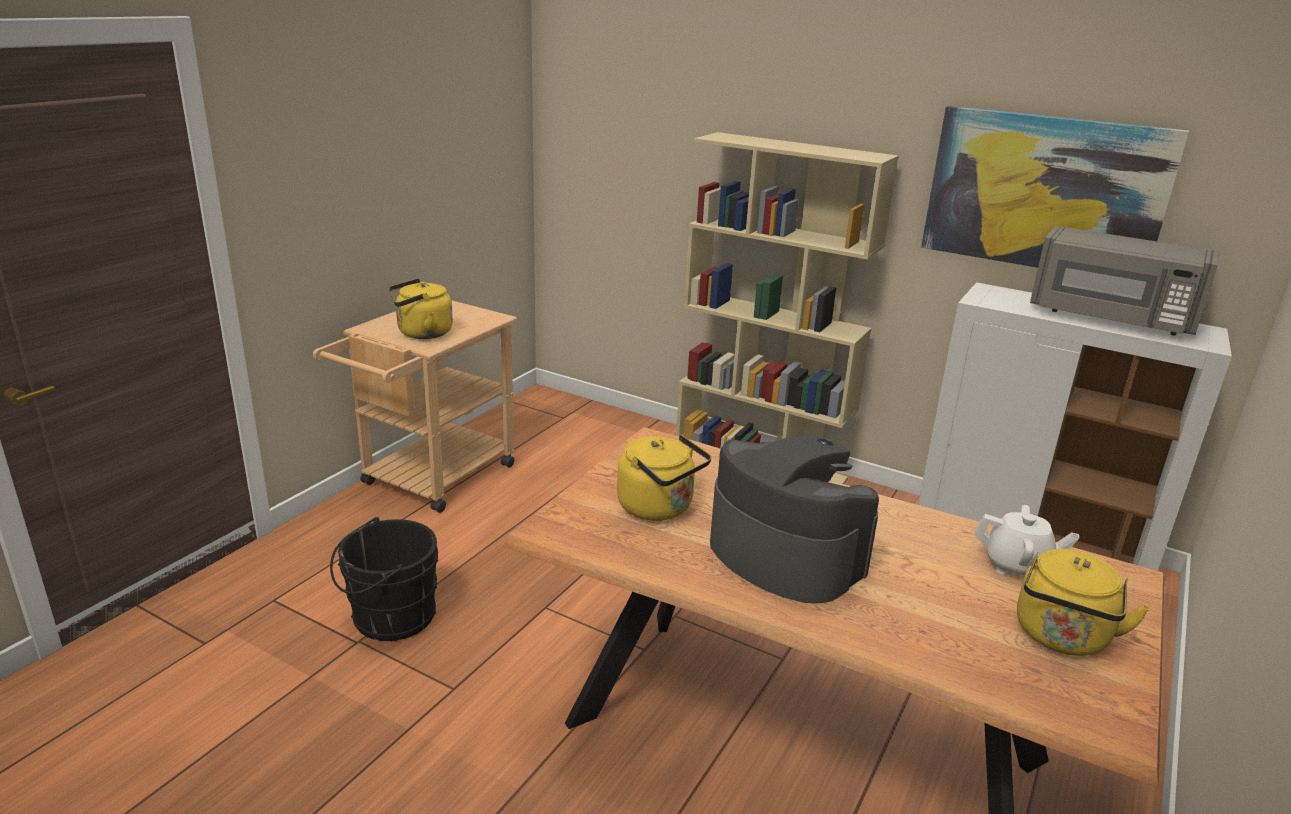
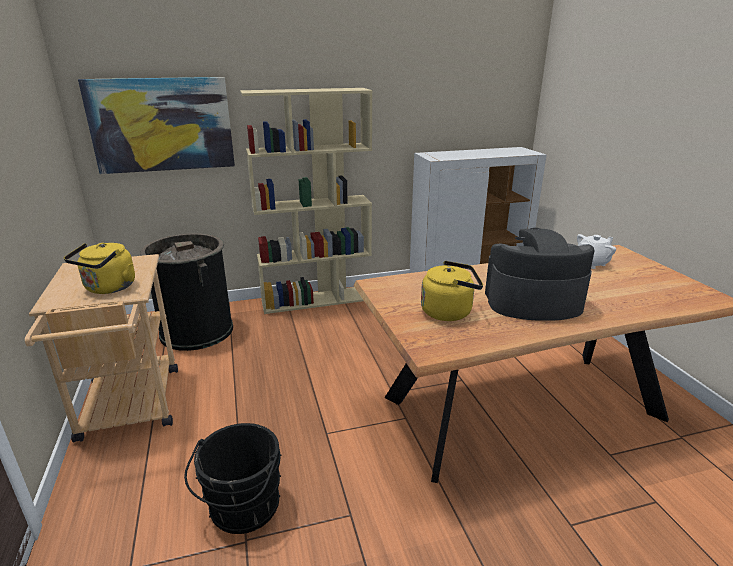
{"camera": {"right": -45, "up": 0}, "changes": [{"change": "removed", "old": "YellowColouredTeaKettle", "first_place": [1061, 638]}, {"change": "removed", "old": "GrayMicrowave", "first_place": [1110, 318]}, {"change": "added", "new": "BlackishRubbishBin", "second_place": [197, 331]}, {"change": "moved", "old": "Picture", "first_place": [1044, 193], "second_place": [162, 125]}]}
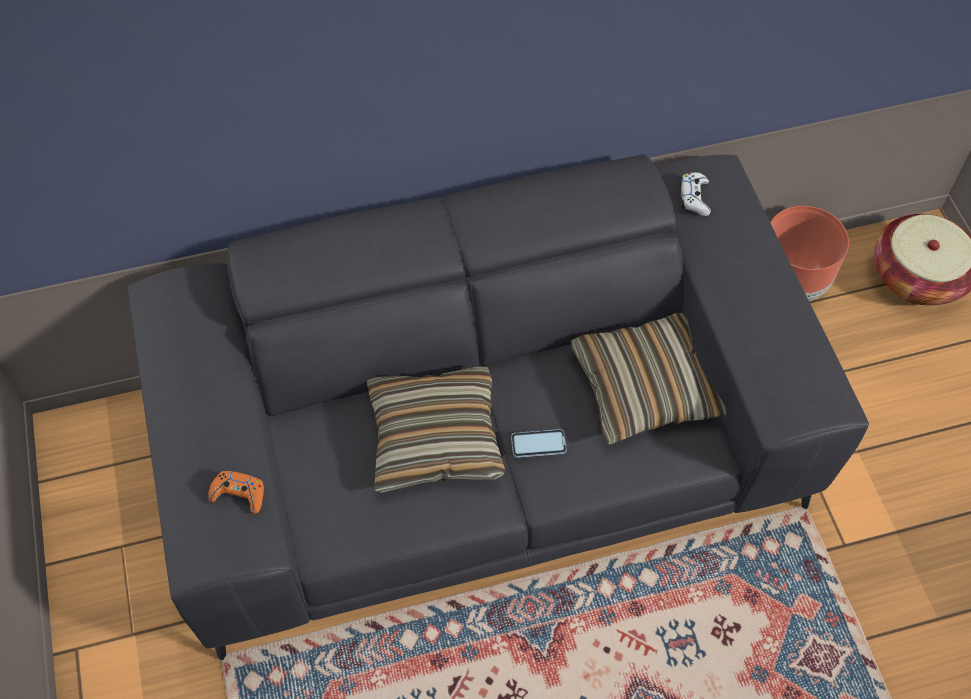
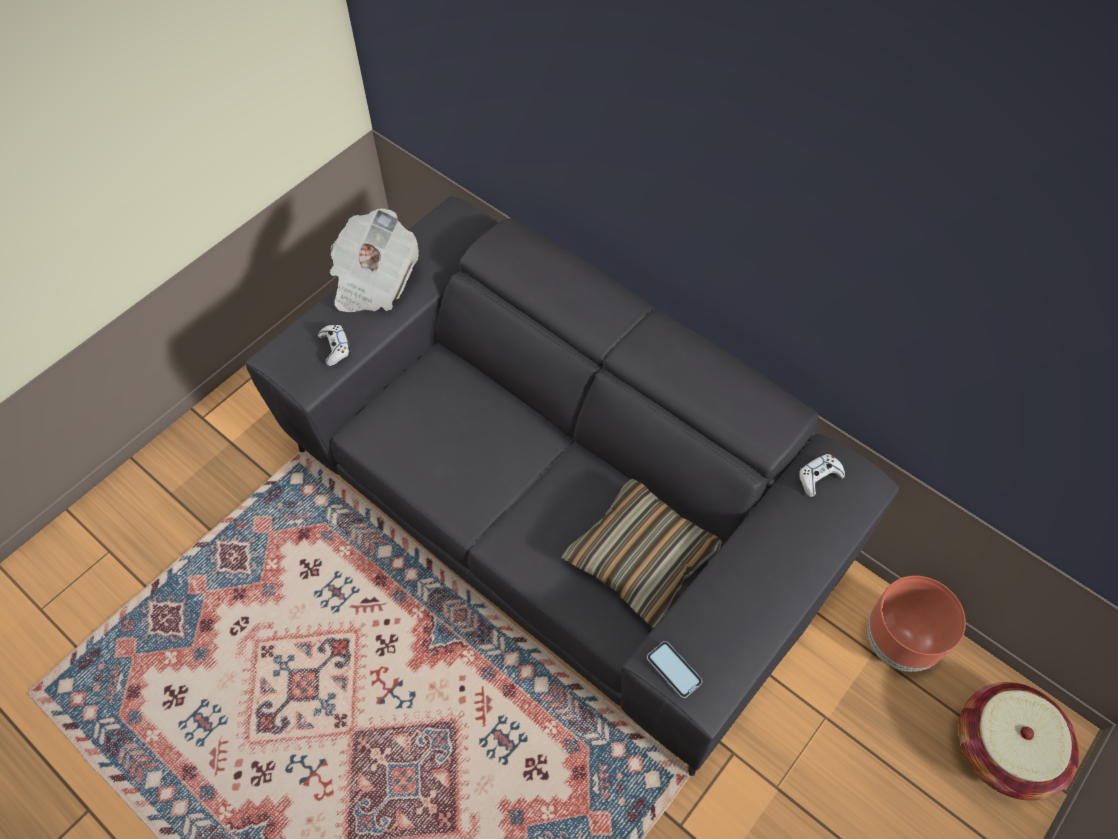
{"camera": {"right": 55, "up": 0}, "changes": [{"change": "removed", "old": "Cushion", "first_place": [435, 437]}, {"change": "added", "new": "DailyPaper", "second_place": [373, 280]}, {"change": "moved", "old": "Handset", "first_place": [538, 444], "second_place": [674, 670]}, {"change": "recoloured", "old": "OrangeColouredGameController", "new": "WhiteGameController", "first_place": [239, 494], "second_place": [335, 347]}]}
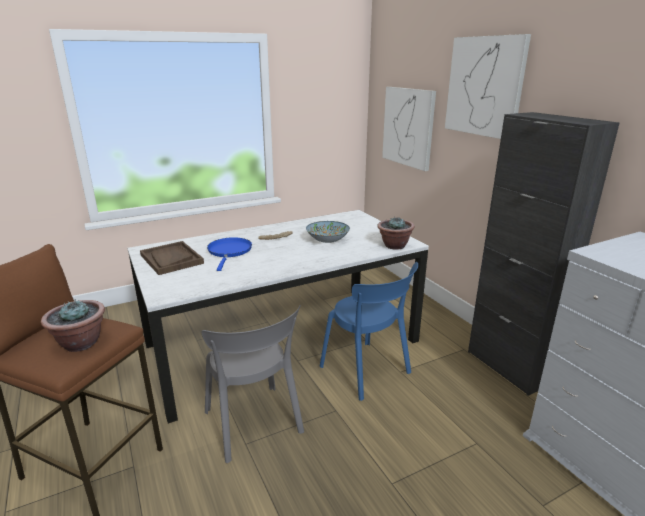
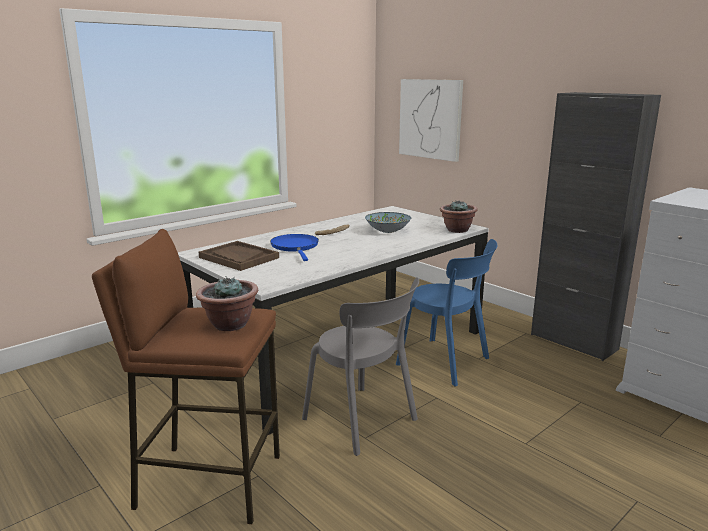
{"camera": {"right": -15, "up": -5}, "changes": [{"change": "removed", "old": "Picture", "first_place": [484, 86]}]}
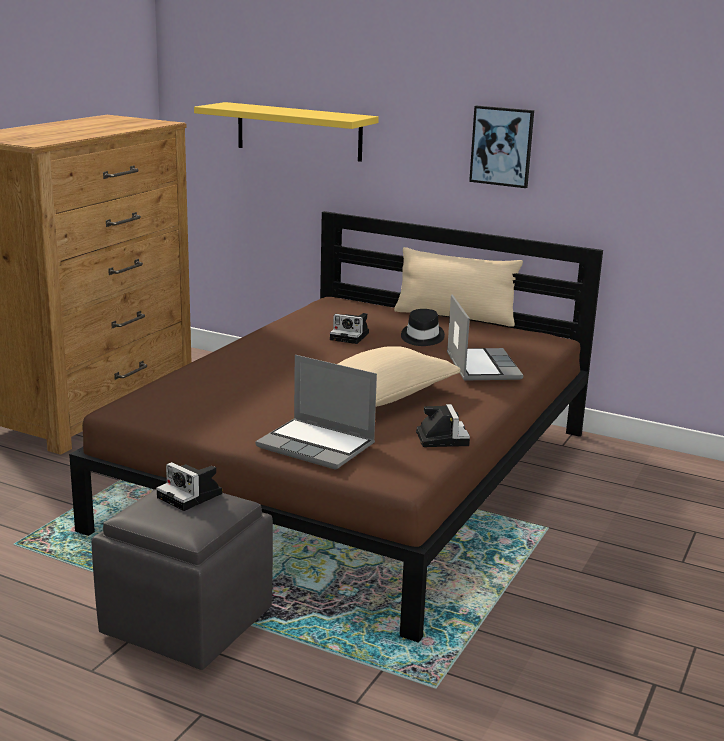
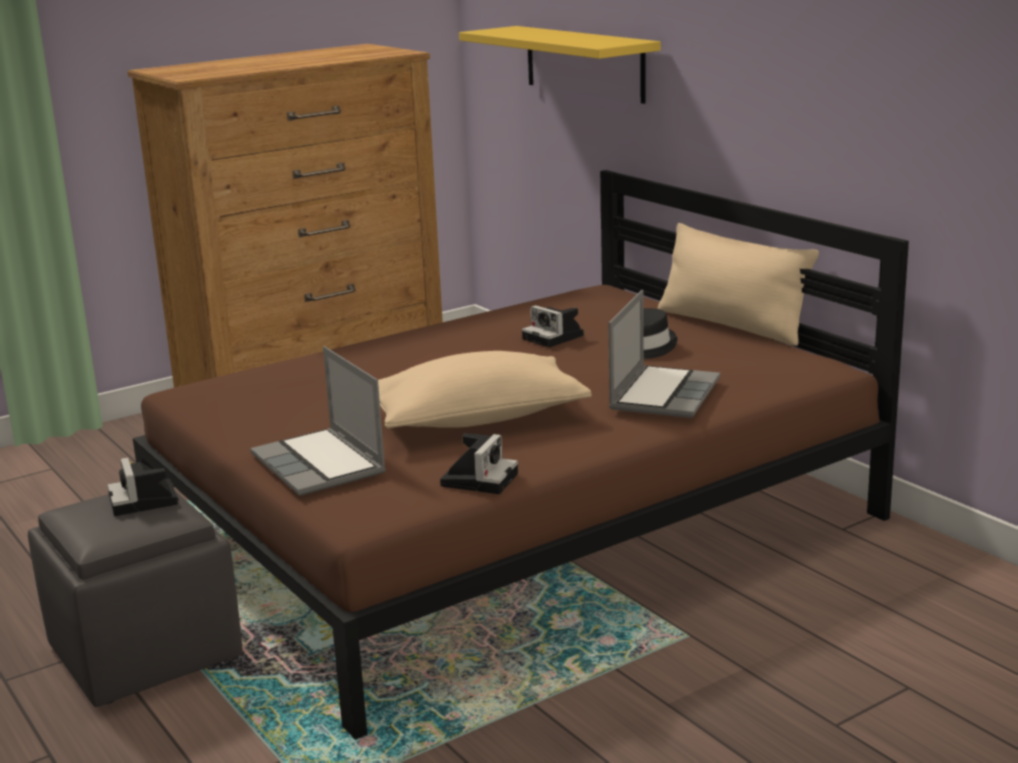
{"camera": {"right": 30, "up": 0}, "changes": [{"change": "removed", "old": "Picture", "first_place": [502, 146]}]}
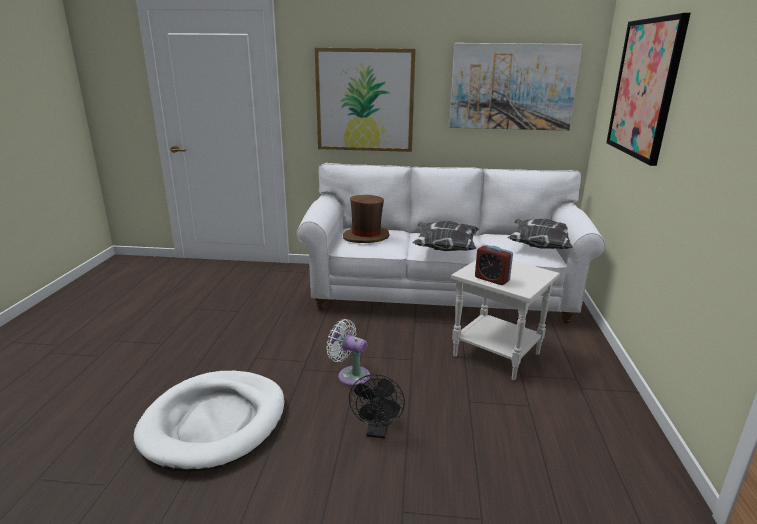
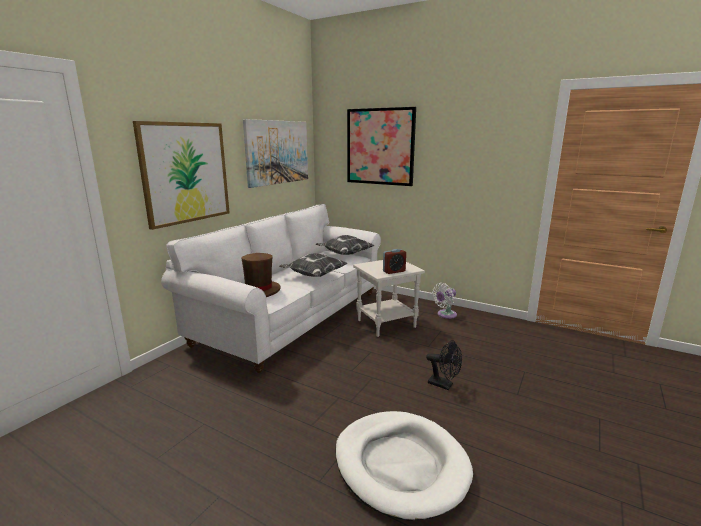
{"camera": {"right": -65, "up": -5}, "changes": [{"change": "moved", "old": "WhiteFan", "first_place": [350, 375], "second_place": [445, 315]}]}
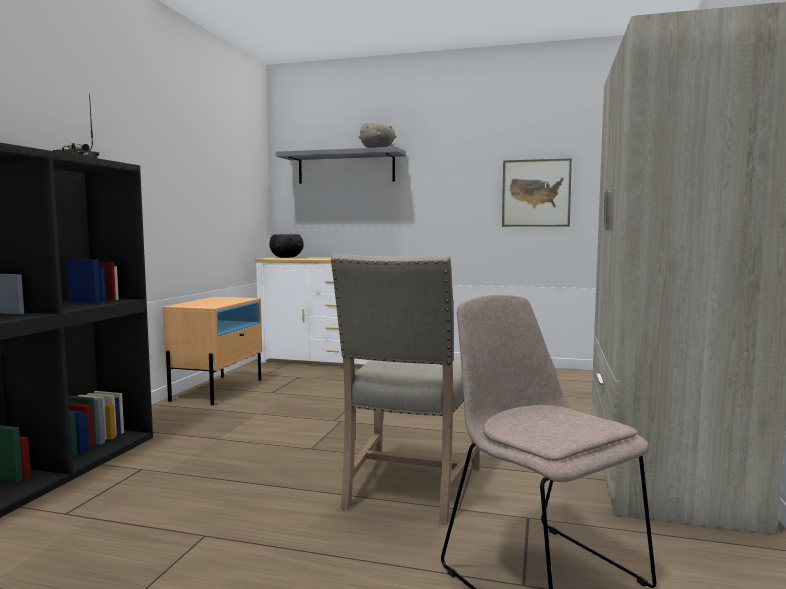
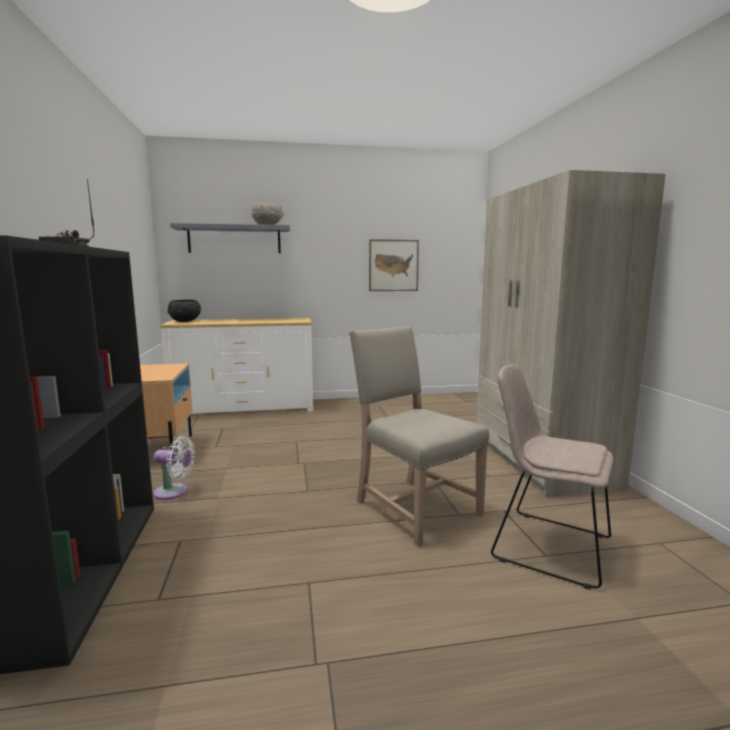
{"camera": {"right": -25, "up": 5}, "changes": [{"change": "added", "new": "WhiteFan", "second_place": [174, 492]}, {"change": "turned", "old": "BeigeChair", "first_place": [409, 488], "second_place": [413, 507], "degrees": 150}]}
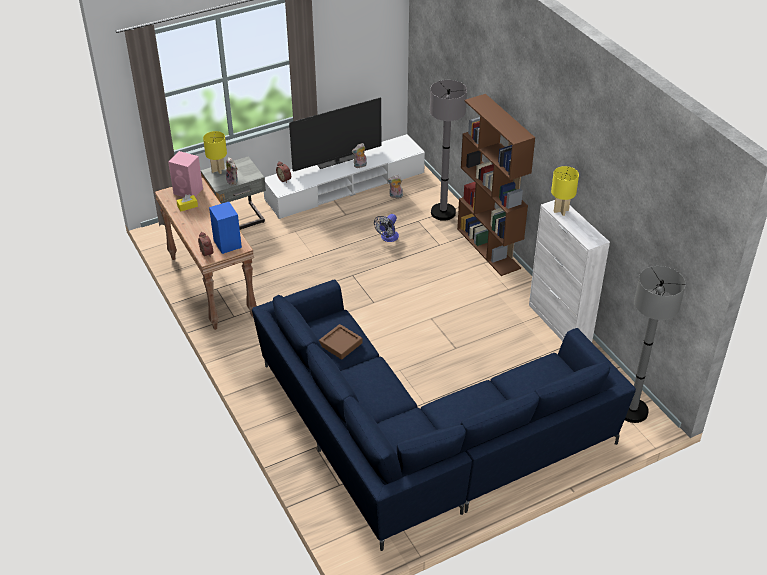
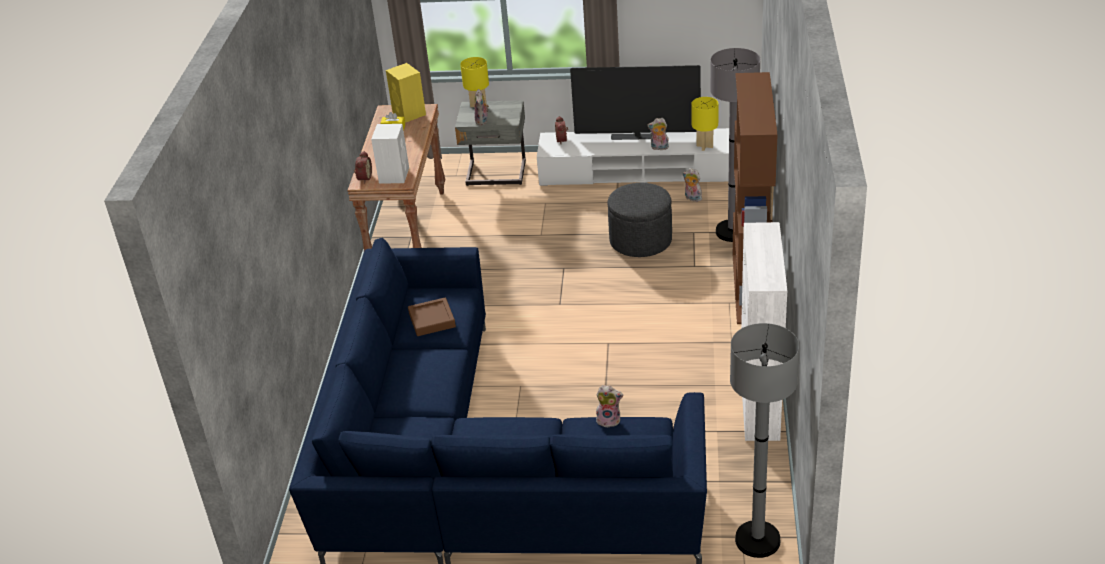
{"camera": {"right": 35, "up": -5}, "changes": [{"change": "added", "new": "CuddlyToy", "second_place": [609, 420]}, {"change": "moved", "old": "YellowColouredLampForATable", "first_place": [560, 211], "second_place": [704, 146]}, {"change": "replaced", "old": "Fan", "new": "GrayOttoman", "first_place": [388, 238], "second_place": [640, 241]}, {"change": "recoloured", "old": "PinkSpeaker", "new": "YellowColouredSpeaker", "first_place": [189, 191], "second_place": [409, 114]}, {"change": "recoloured", "old": "BlueColouredSpeaker", "new": "WhiteSpeaker", "first_place": [227, 243], "second_place": [394, 175]}]}
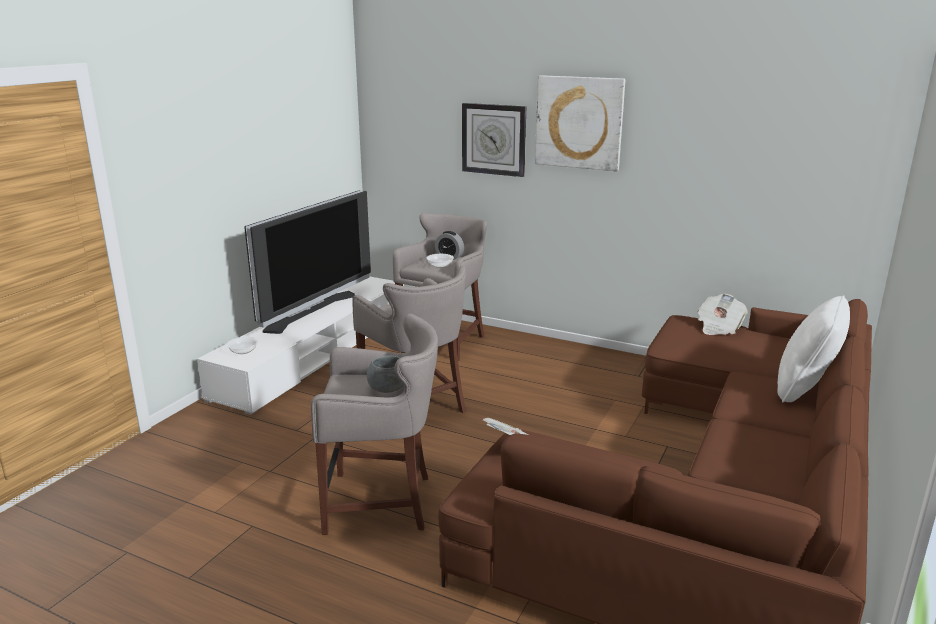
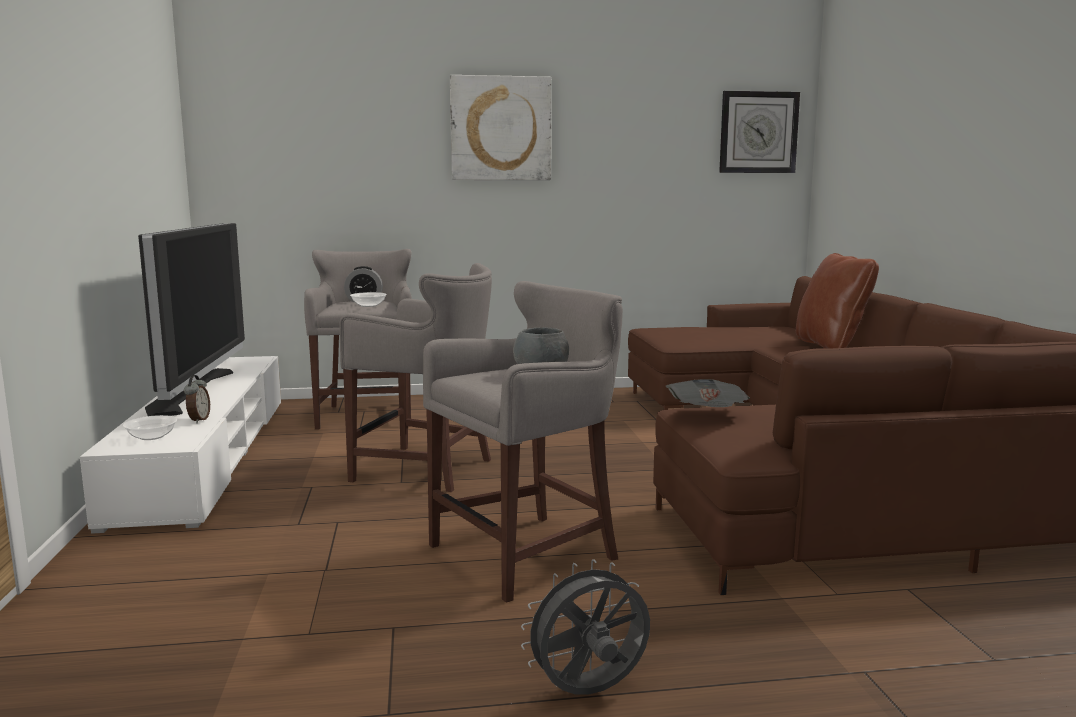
{"camera": {"right": -35, "up": -10}, "changes": [{"change": "removed", "old": "DailyPaper", "first_place": [719, 327]}, {"change": "added", "new": "AlarmClock", "second_place": [198, 420]}, {"change": "added", "new": "GrayFan", "second_place": [589, 693]}, {"change": "moved", "old": "HangingClock", "first_place": [494, 139], "second_place": [758, 132]}, {"change": "recoloured", "old": "WhiteCushion", "new": "BrownishCushion", "first_place": [805, 389], "second_place": [831, 346]}]}
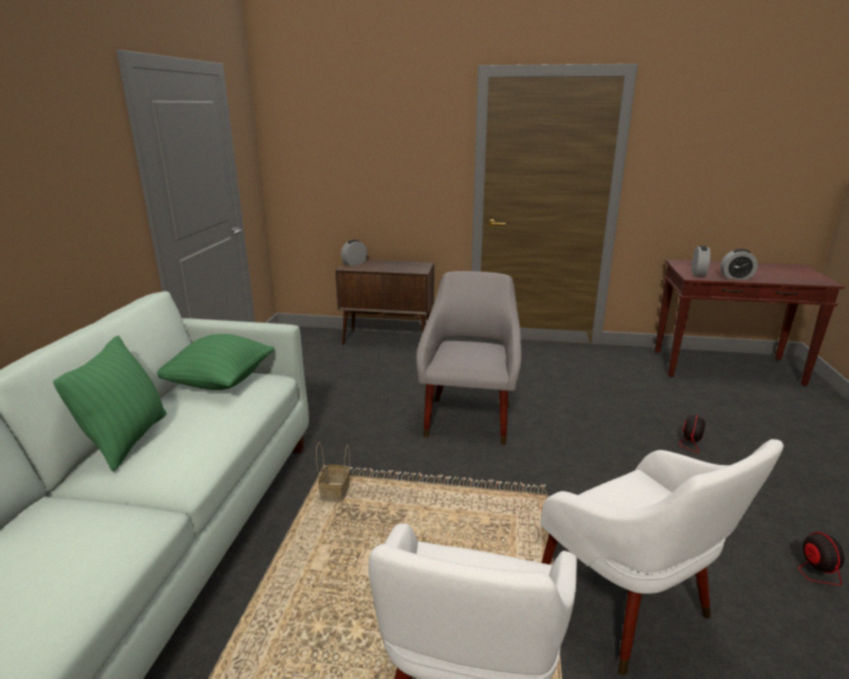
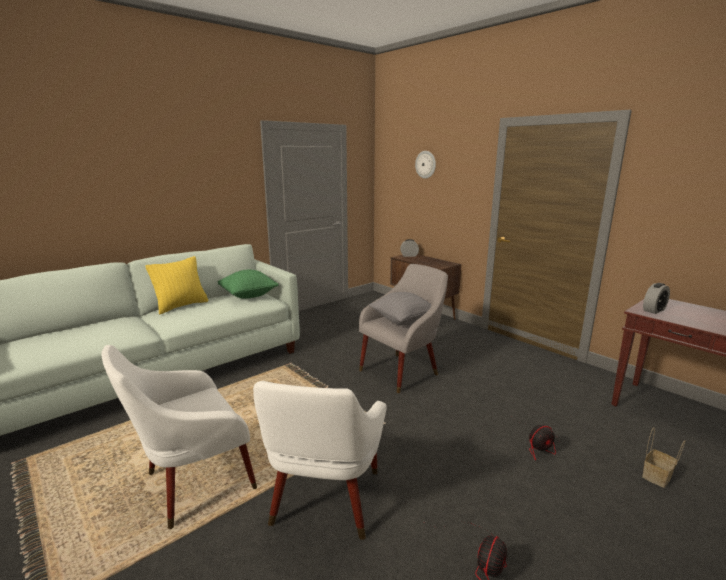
{"camera": {"right": 40, "up": -5}, "changes": [{"change": "removed", "old": "AlarmClock", "first_place": [736, 277]}, {"change": "added", "new": "GrayCushion", "second_place": [403, 321]}, {"change": "added", "new": "HangingClock", "second_place": [426, 164]}, {"change": "moved", "old": "Basket", "first_place": [335, 494], "second_place": [657, 477]}, {"change": "recoloured", "old": "GreenColouredCushion", "new": "YellowColouredCushion", "first_place": [128, 441], "second_place": [181, 306]}]}
